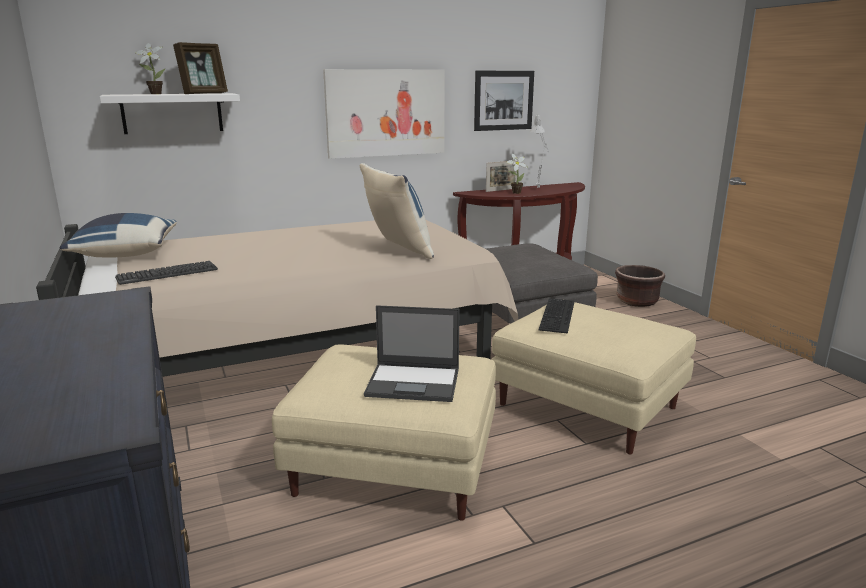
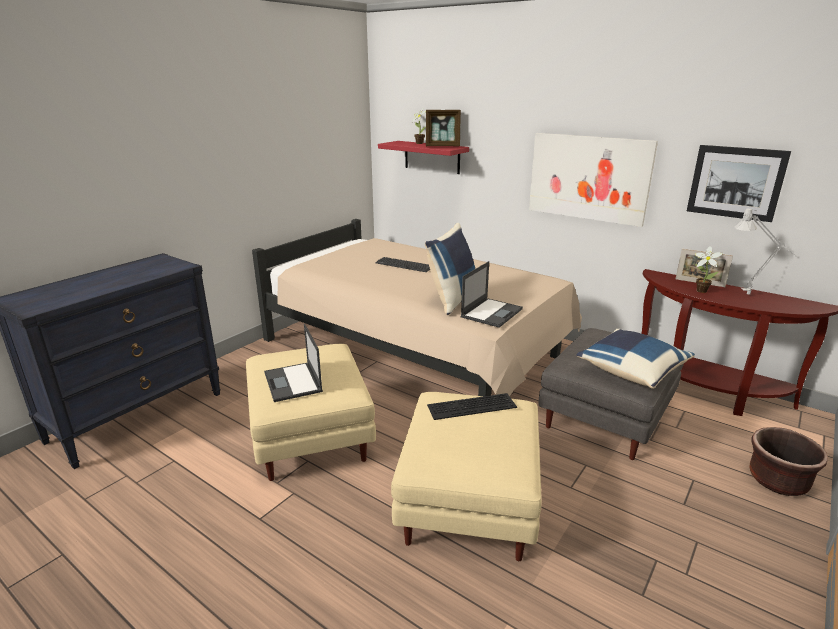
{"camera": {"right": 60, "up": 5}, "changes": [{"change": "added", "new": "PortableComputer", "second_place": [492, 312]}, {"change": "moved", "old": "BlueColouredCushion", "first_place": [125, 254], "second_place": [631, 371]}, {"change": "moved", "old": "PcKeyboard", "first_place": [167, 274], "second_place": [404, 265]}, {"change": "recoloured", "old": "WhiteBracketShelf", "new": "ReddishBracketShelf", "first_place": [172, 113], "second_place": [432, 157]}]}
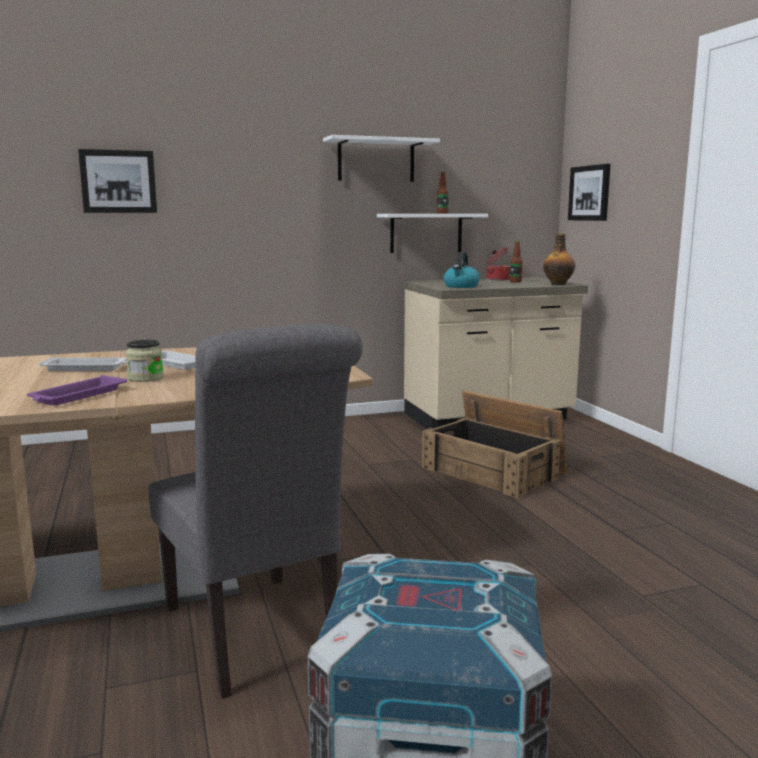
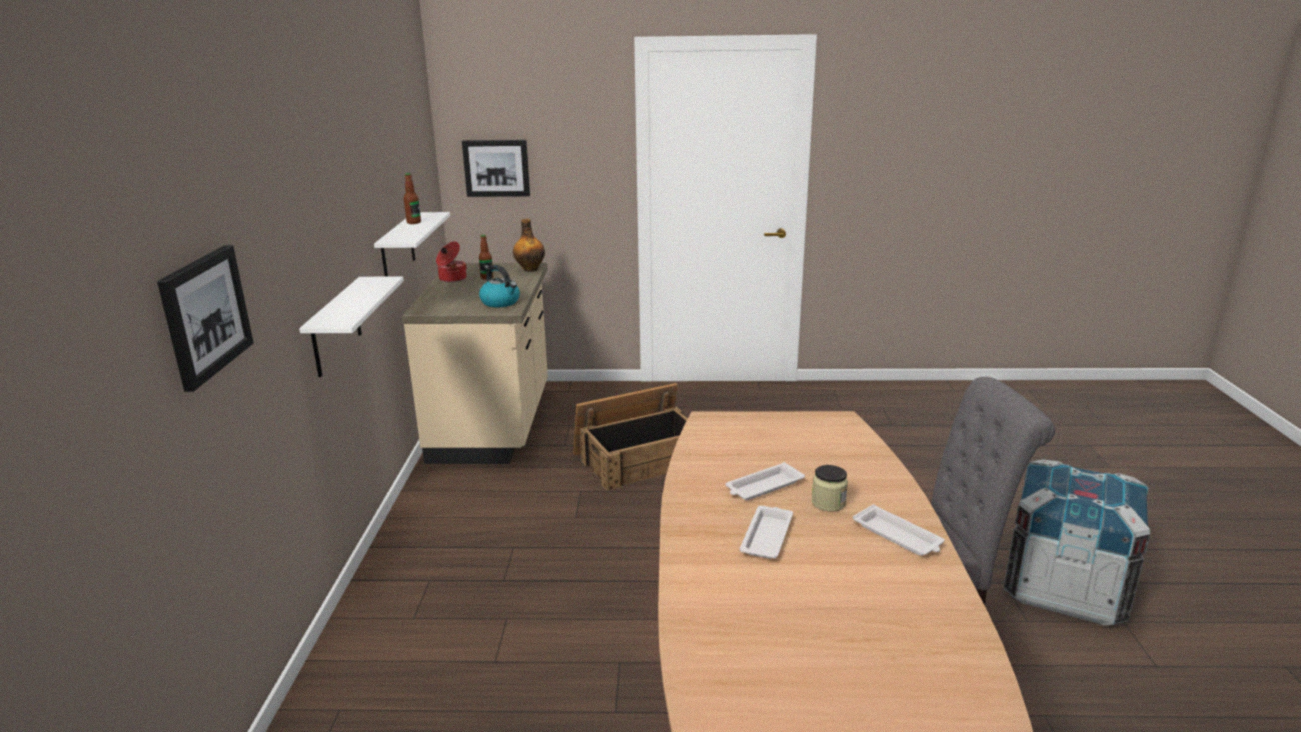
{"camera": {"right": -70, "up": 10}, "changes": [{"change": "moved", "old": "WhiteBracketShelf", "first_place": [376, 160], "second_place": [336, 327]}, {"change": "recoloured", "old": "PurpleColouredCarryingTray", "new": "WhiteCarryingTray", "first_place": [77, 396], "second_place": [898, 536]}]}
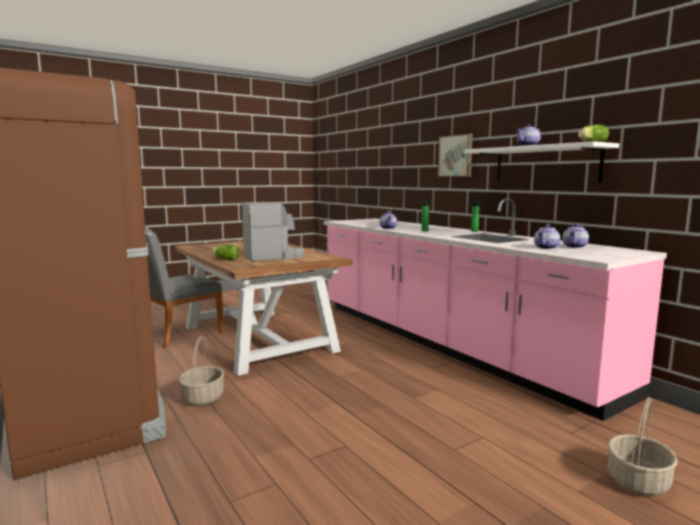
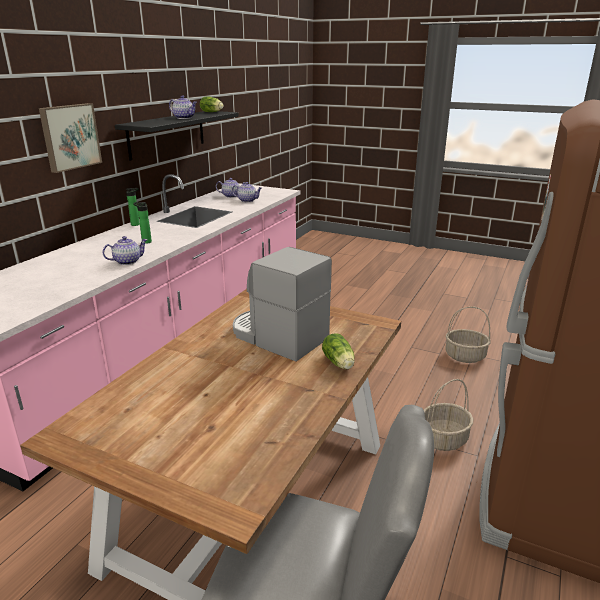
{"camera": {"right": -120, "up": 15}, "changes": [{"change": "moved", "old": "Basket", "first_place": [637, 481], "second_place": [464, 356]}, {"change": "recoloured", "old": "WhiteBracketShelf", "new": "BlackishBracketShelf", "first_place": [545, 164], "second_place": [167, 134]}]}
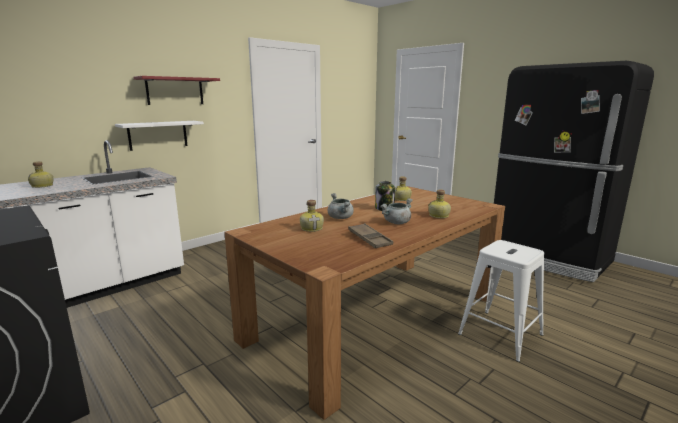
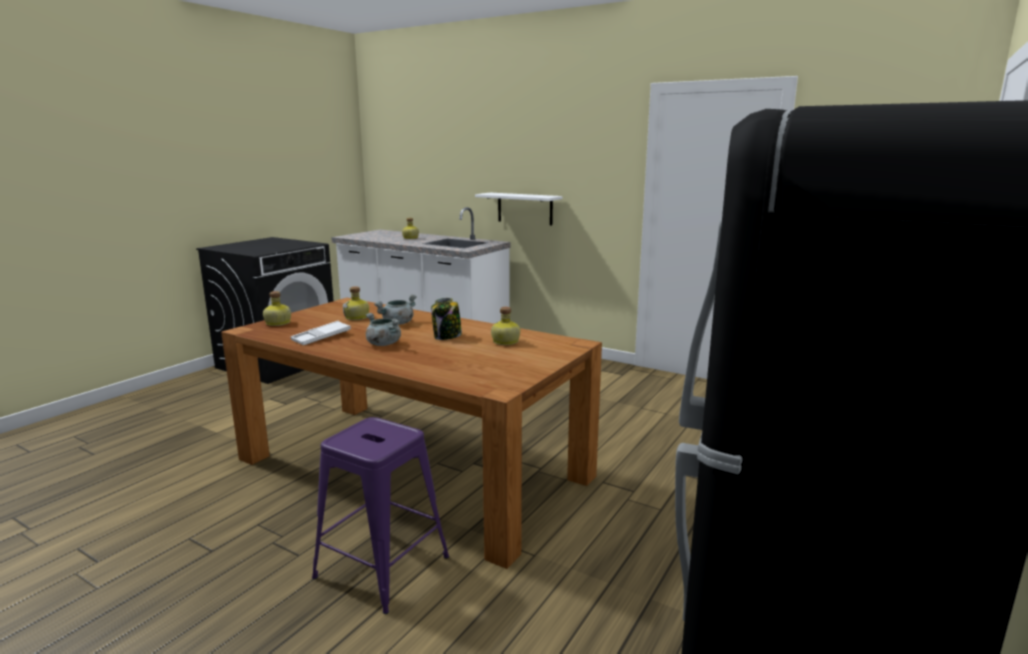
{"camera": {"right": 75, "up": 0}, "changes": [{"change": "removed", "old": "ReddishBracketShelf", "first_place": [175, 91]}, {"change": "moved", "old": "DrinkBottle", "first_place": [439, 216], "second_place": [277, 323]}, {"change": "recoloured", "old": "BrownishCarryingTray", "new": "WhiteCarryingTray", "first_place": [369, 239], "second_place": [321, 337]}, {"change": "recoloured", "old": "WhiteStoolSeat", "new": "PurpleColouredStoolSeat", "first_place": [500, 334], "second_place": [383, 567]}]}
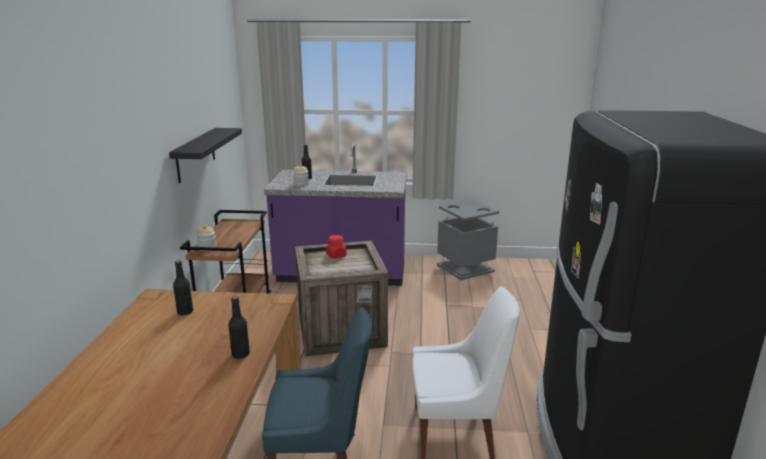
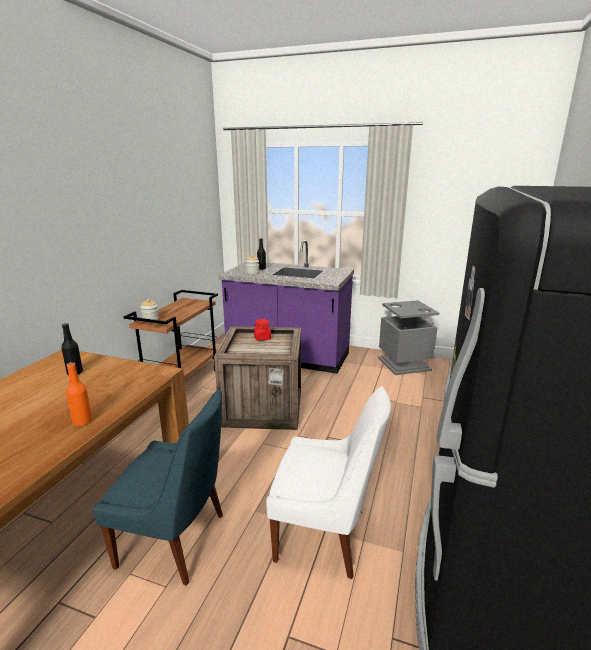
{"camera": {"right": 15, "up": 0}, "changes": [{"change": "removed", "old": "BlackishBracketShelf", "first_place": [196, 154]}, {"change": "recoloured", "old": "BlackishDrinkBottle", "new": "OrangeColouredDrinkBottle", "first_place": [240, 354], "second_place": [82, 422]}]}
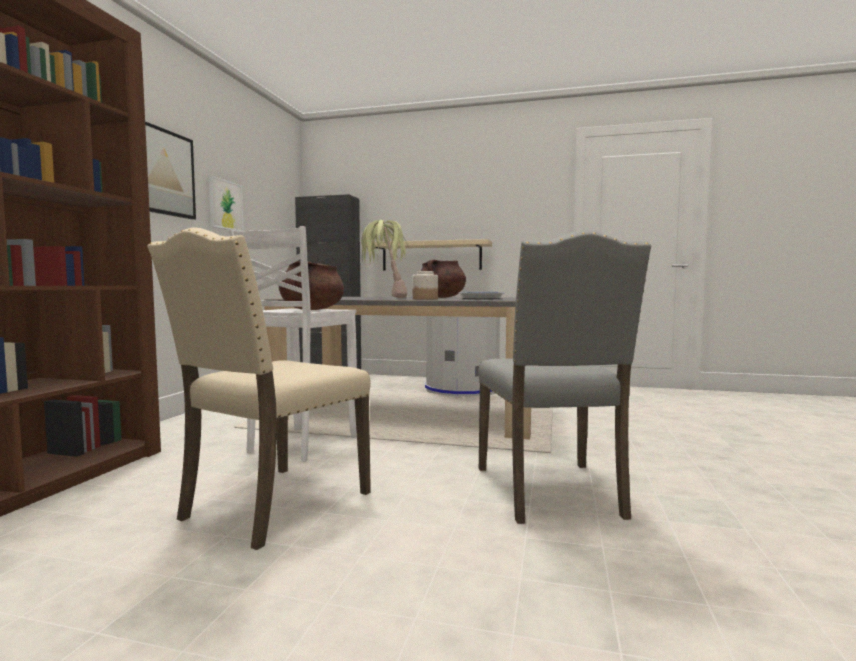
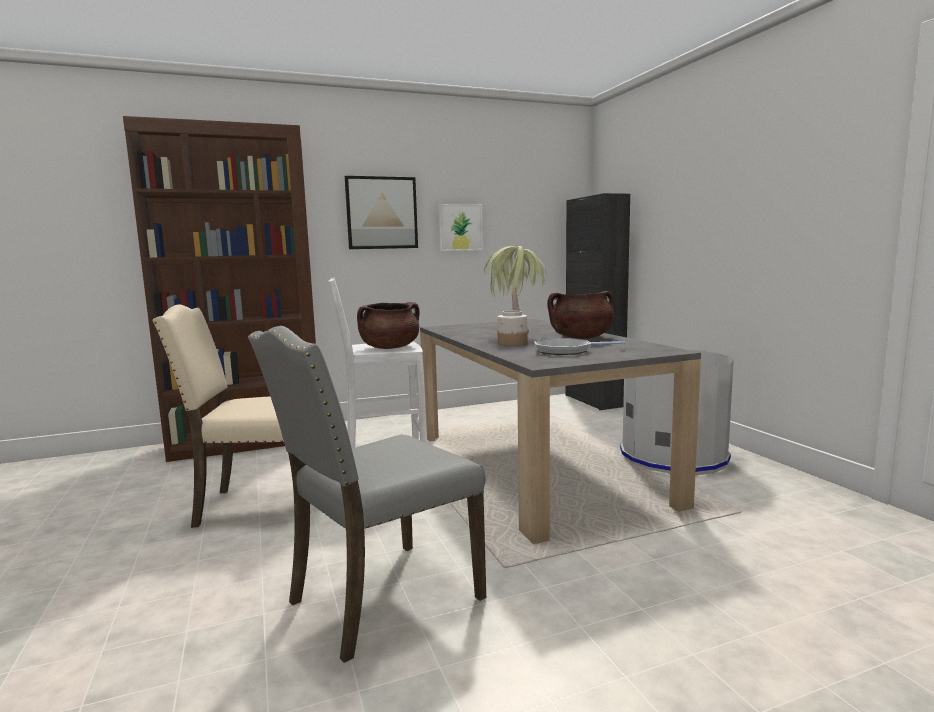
{"camera": {"right": 55, "up": 5}, "changes": [{"change": "removed", "old": "BeigeBracketShelf", "first_place": [431, 256]}]}
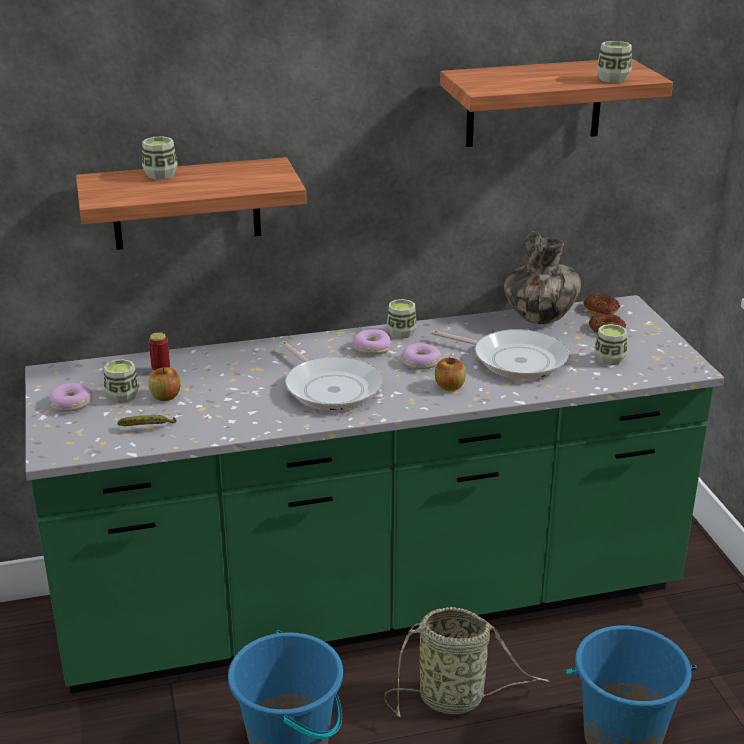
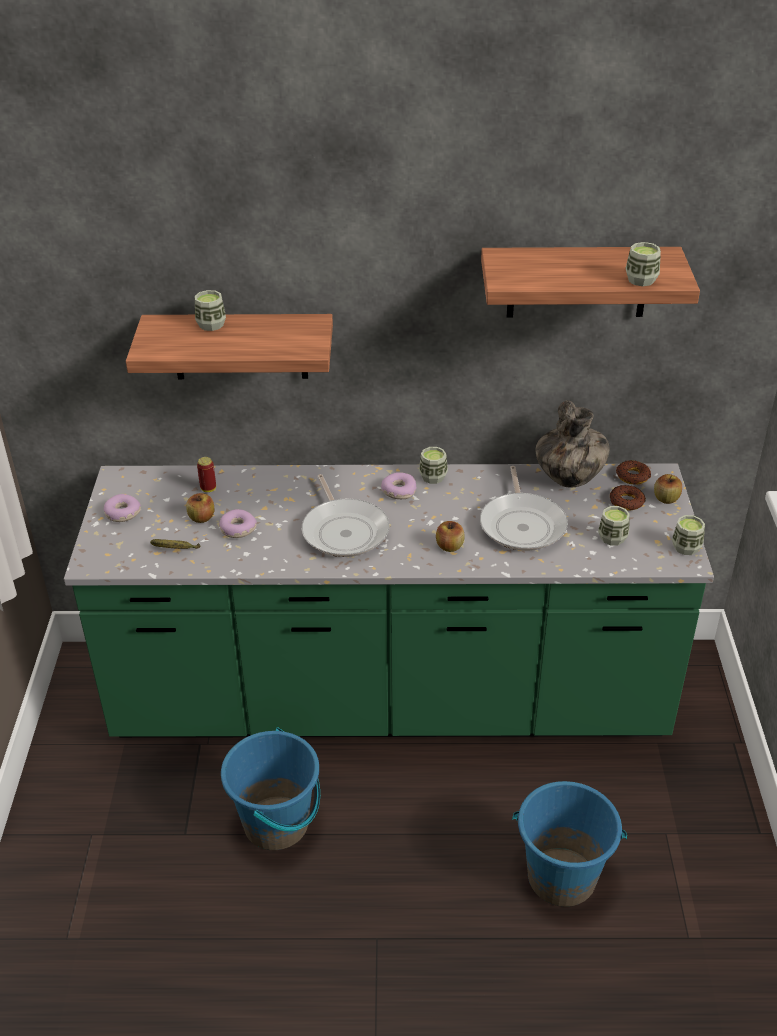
{"camera": {"right": 15, "up": 10}, "changes": [{"change": "removed", "old": "Basket", "first_place": [456, 698]}, {"change": "added", "new": "AppleFruit", "second_place": [666, 499]}, {"change": "moved", "old": "SmallCup", "first_place": [122, 396], "second_place": [686, 547]}, {"change": "moved", "old": "RingDoughnut", "first_place": [421, 363], "second_place": [237, 529]}, {"change": "turned", "old": "FryingPan", "first_place": [514, 359], "second_place": [522, 524], "degrees": 45}]}
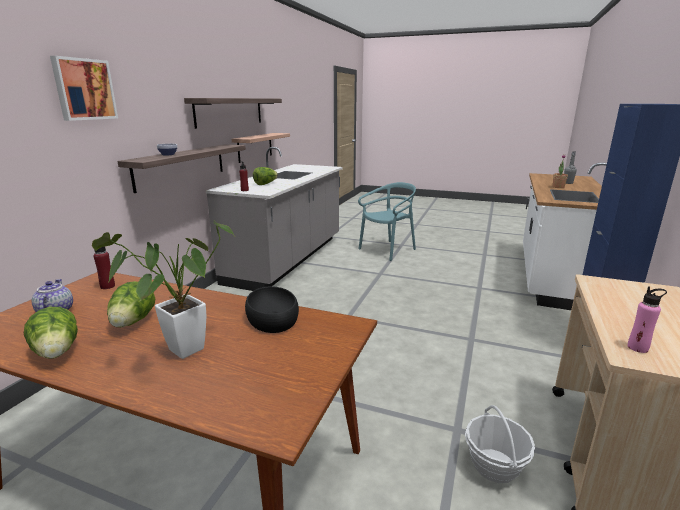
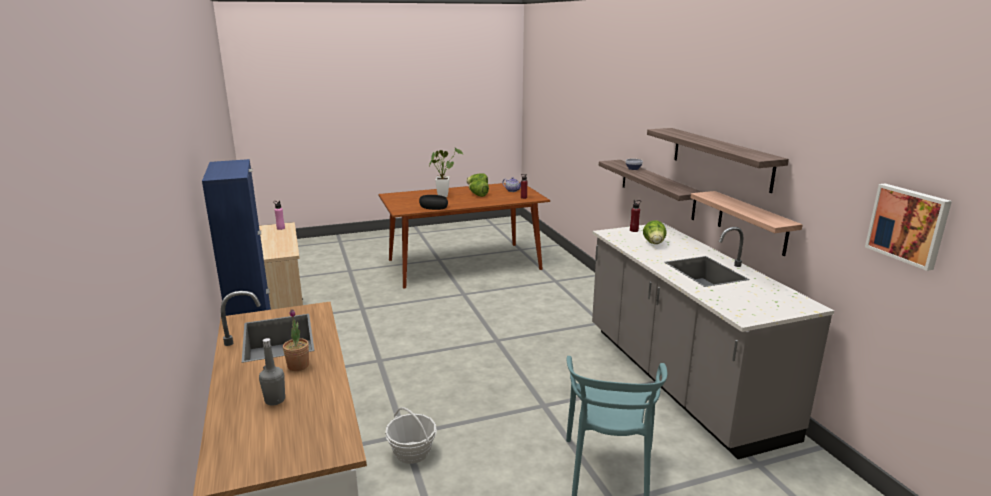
{"camera": {"right": 140, "up": 0}, "changes": [{"change": "moved", "old": "Picture", "first_place": [84, 89], "second_place": [908, 225]}, {"change": "moved", "old": "Basket", "first_place": [494, 465], "second_place": [412, 452]}]}
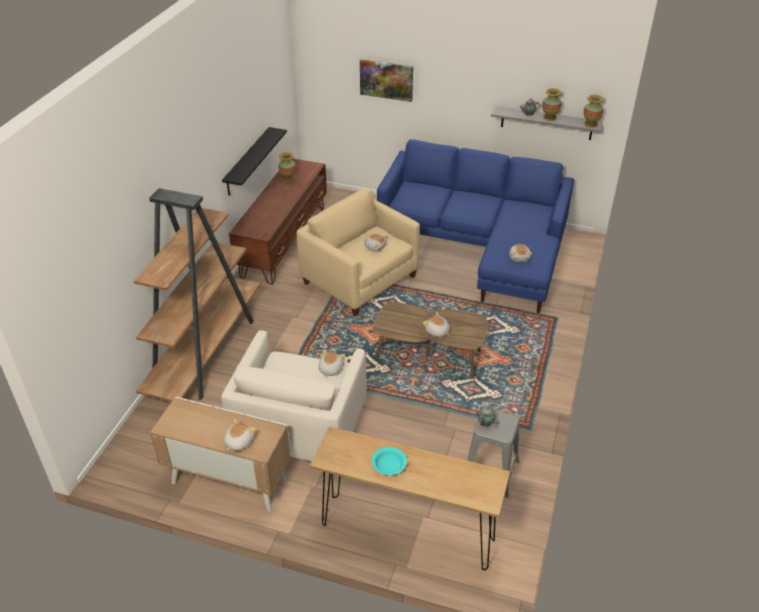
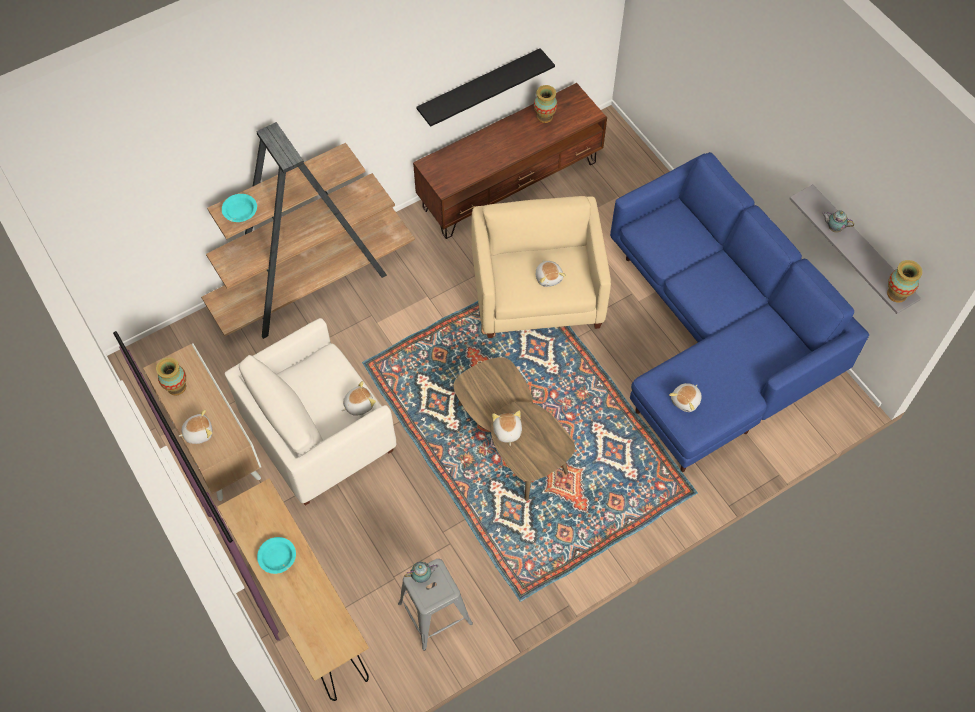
{"camera": {"right": 40, "up": 20}, "changes": [{"change": "removed", "old": "Picture", "first_place": [386, 80]}, {"change": "added", "new": "TurquoiseColouredServingBowl", "second_place": [240, 211]}, {"change": "moved", "old": "DecorativeVase", "first_place": [549, 117], "second_place": [176, 387]}]}
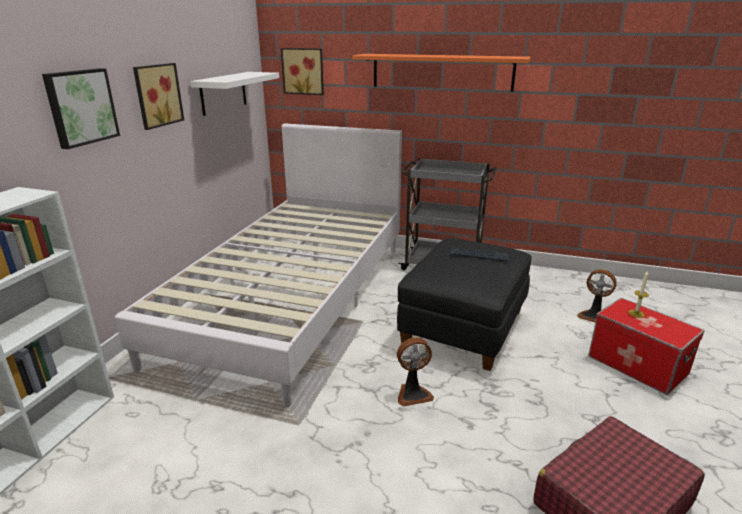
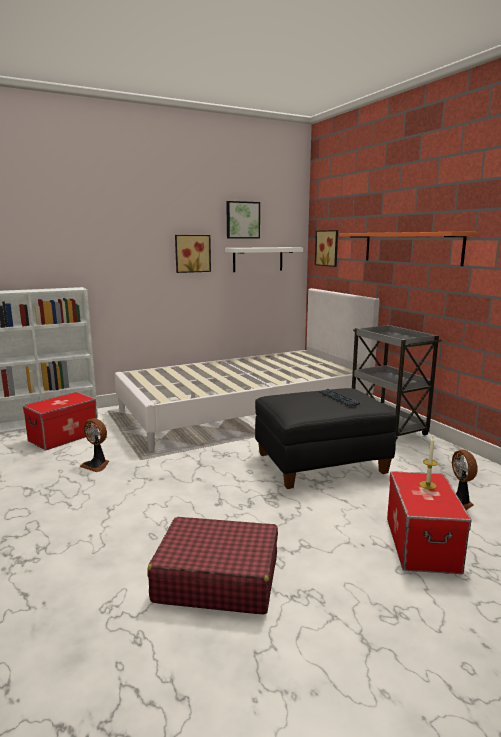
{"camera": {"right": 45, "up": -10}, "changes": [{"change": "added", "new": "StorageBin", "second_place": [63, 437]}, {"change": "moved", "old": "Picture", "first_place": [80, 107], "second_place": [242, 220]}, {"change": "moved", "old": "Fan", "first_place": [413, 394], "second_place": [97, 465]}]}
